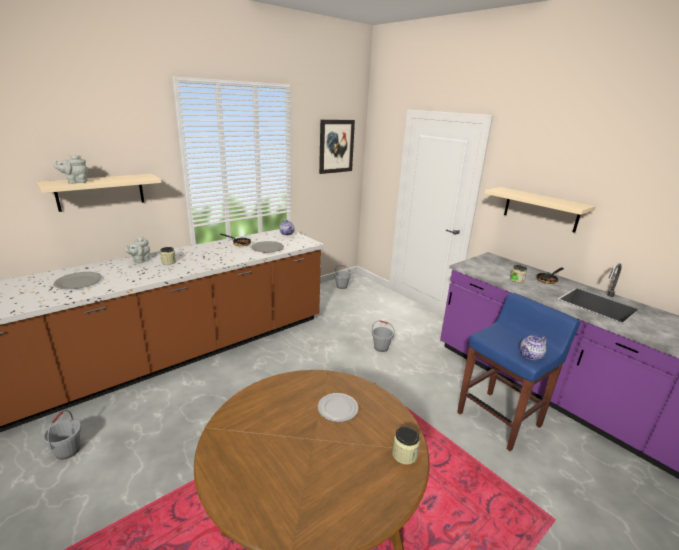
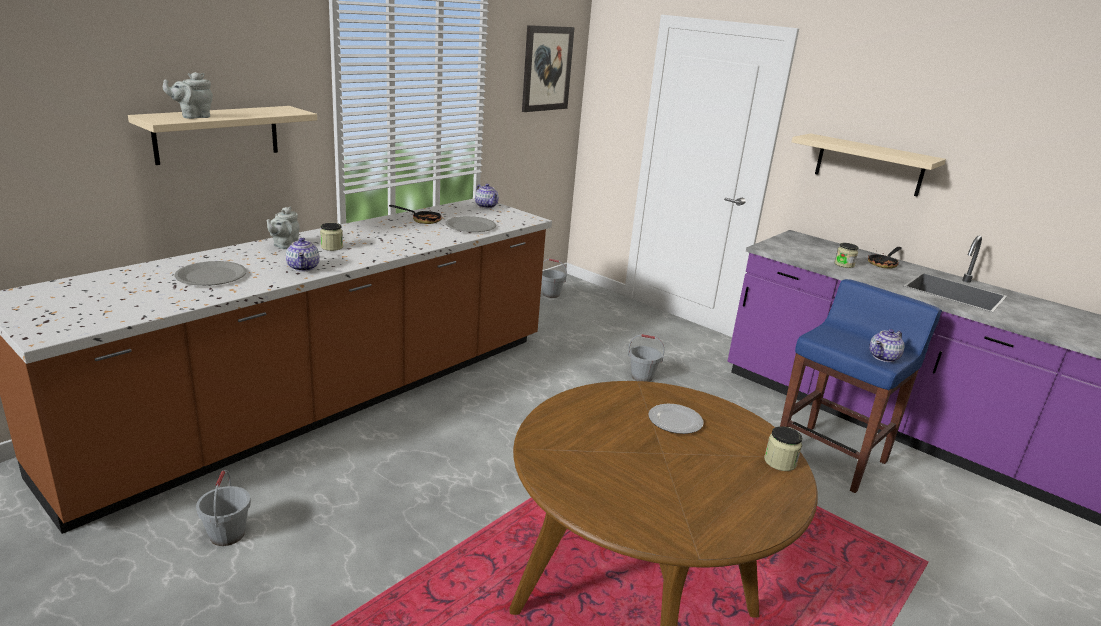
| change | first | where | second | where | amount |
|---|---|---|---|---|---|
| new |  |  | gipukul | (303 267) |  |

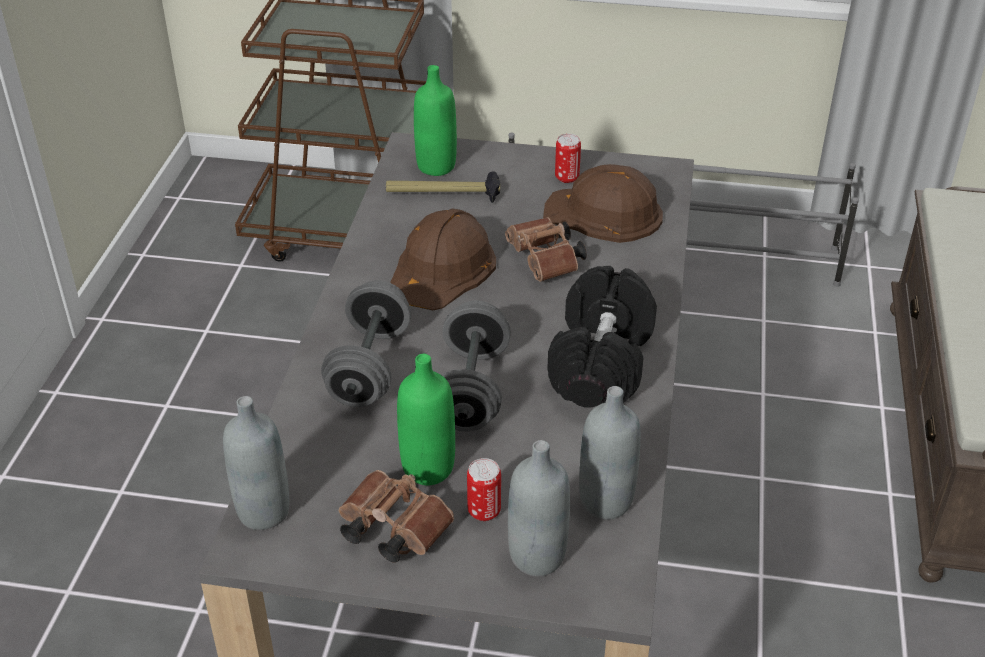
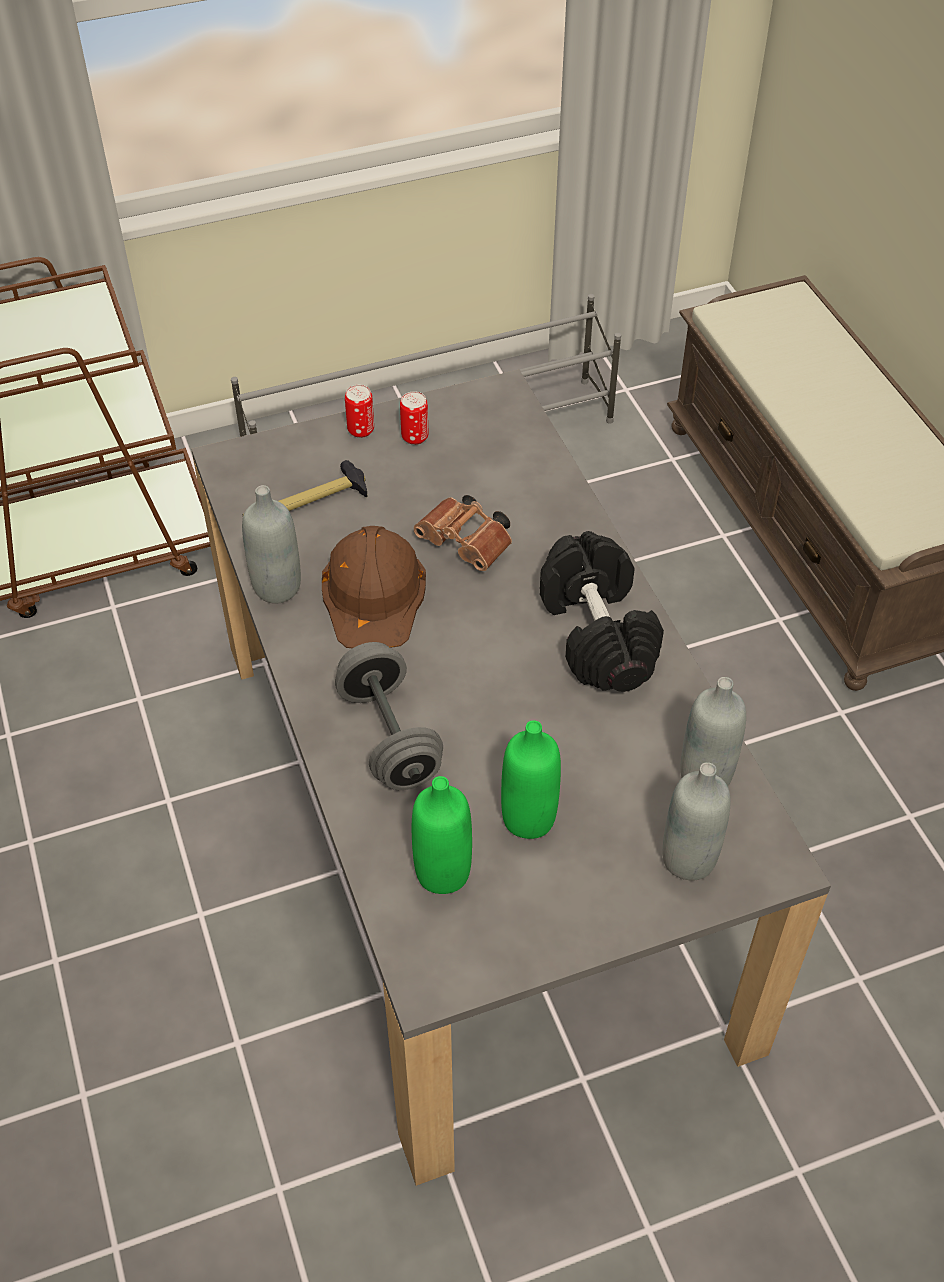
| change | first | where | second | where | amount |
|---|---|---|---|---|---|
| gone | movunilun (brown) | (390 529) |  |  |  |
| gone | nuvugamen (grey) | (471 389) |  |  |  |
| gone | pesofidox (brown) | (604 213) |  |  |  |
| shifted | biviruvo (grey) | (263 511) |  | (277 587) |  |
| shifted | biviruvo (green) | (436 166) |  | (443 872) |  |
| shifted | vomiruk | (484 511) |  | (361 430) |  |

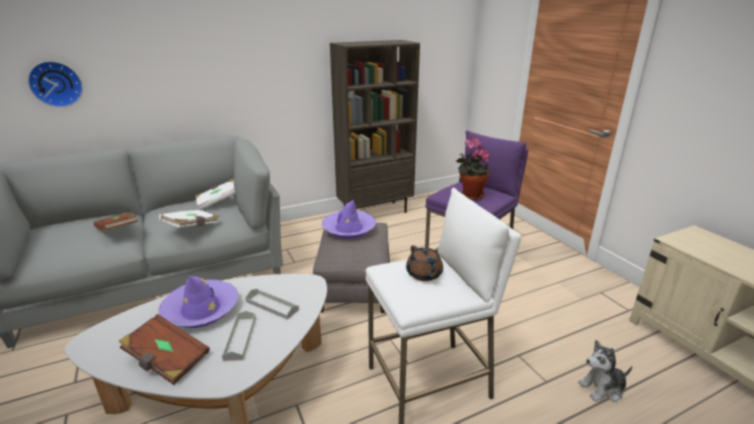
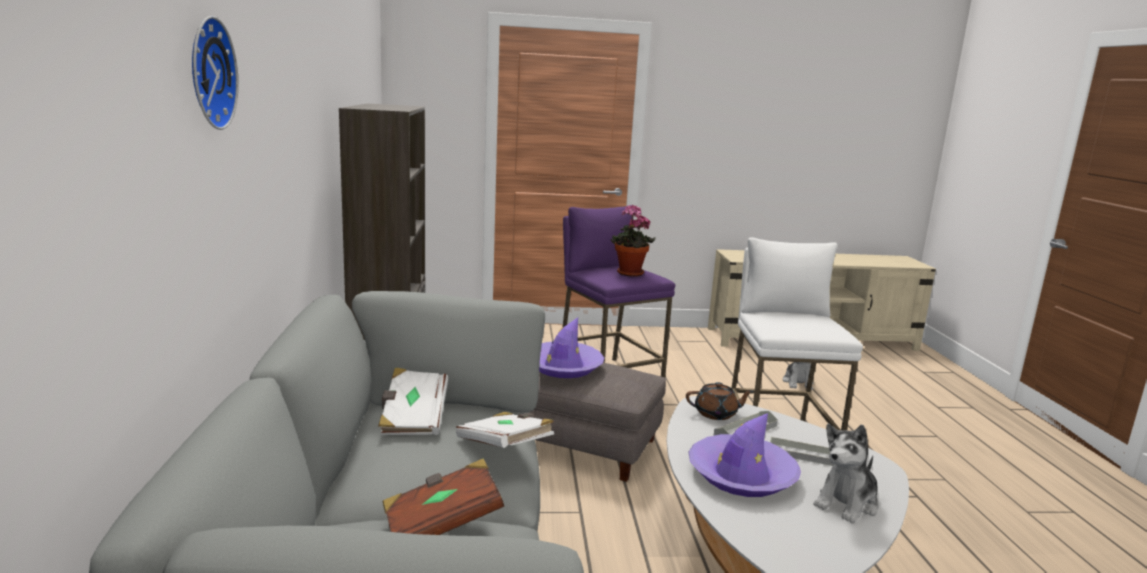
| change | first | where | second | where | amount |
|---|---|---|---|---|---|
| shifted | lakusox | (56 84) |  | (207 73) |  |
| shifted | gipukul (brown) | (424 274) |  | (716 414) |  |
| swapped | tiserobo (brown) | (167 360) | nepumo | (847 503) |  |

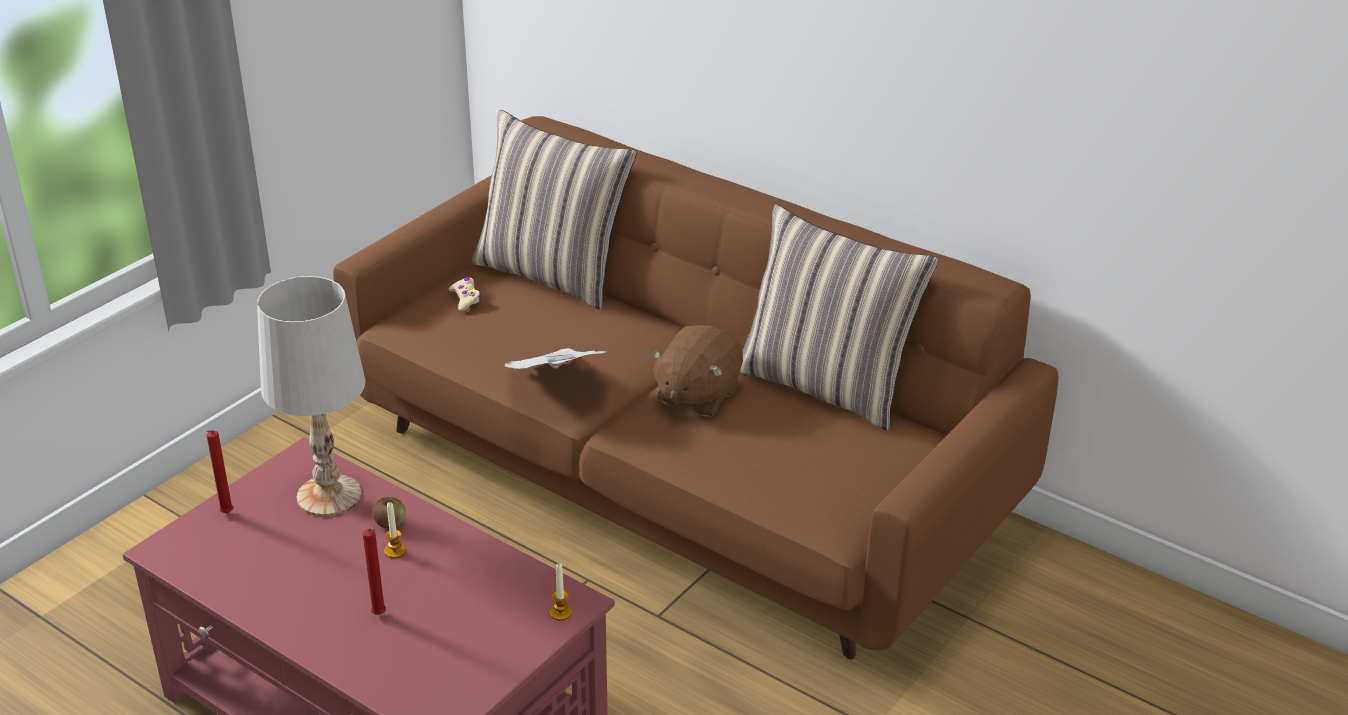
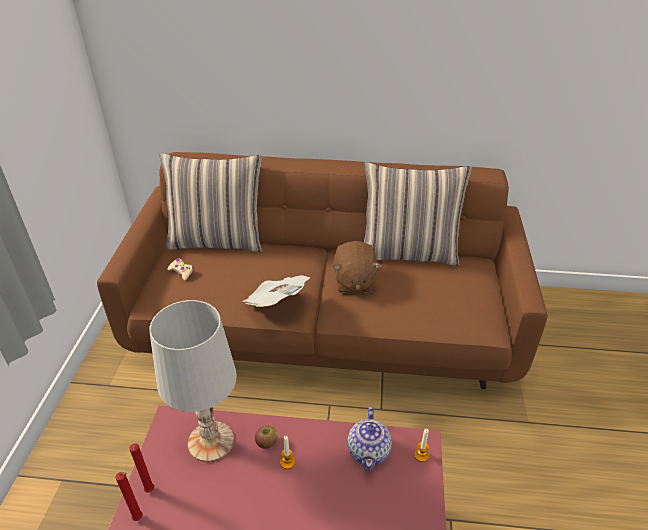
| change | first | where | second | where | amount |
|---|---|---|---|---|---|
| new |  |  | gipukul | (369 451) |  |
| shifted | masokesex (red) | (380 615) |  | (139 518) |  |

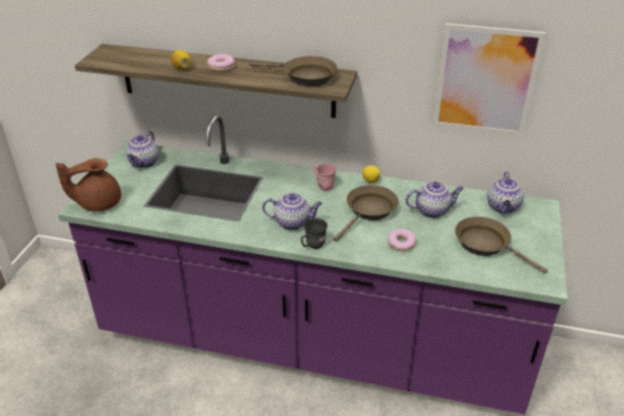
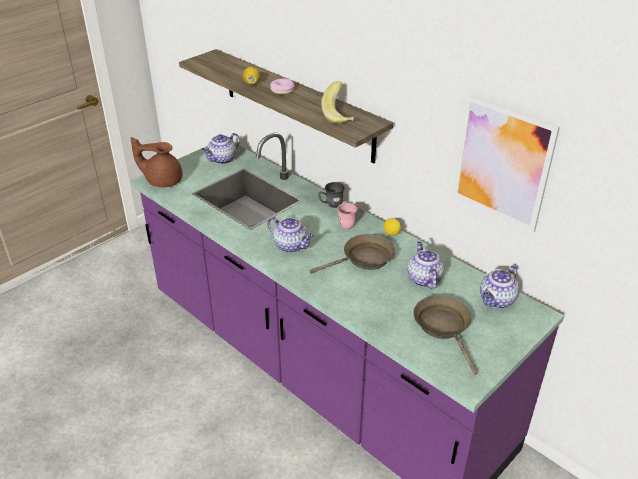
| change | first | where | second | where | amount |
|---|---|---|---|---|---|
| gone | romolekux | (401 244) |  |  |  |
| shifted | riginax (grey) | (312 246) |  | (331 204) |  |
| swapped | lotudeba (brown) | (305 77) | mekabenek | (340 116) |  |
| rotated | gipukul | (432 210) |  | (423 279) | 120 degrees counterclockwise |

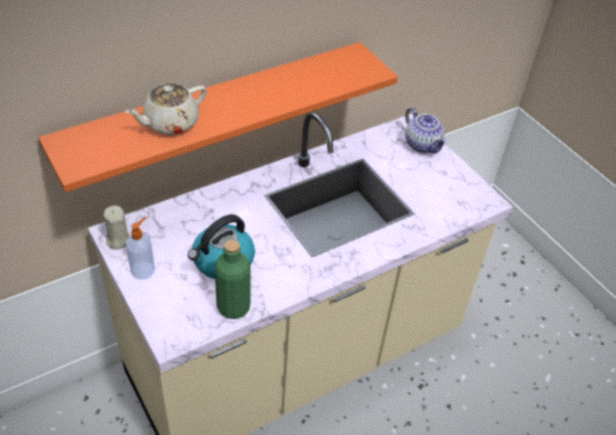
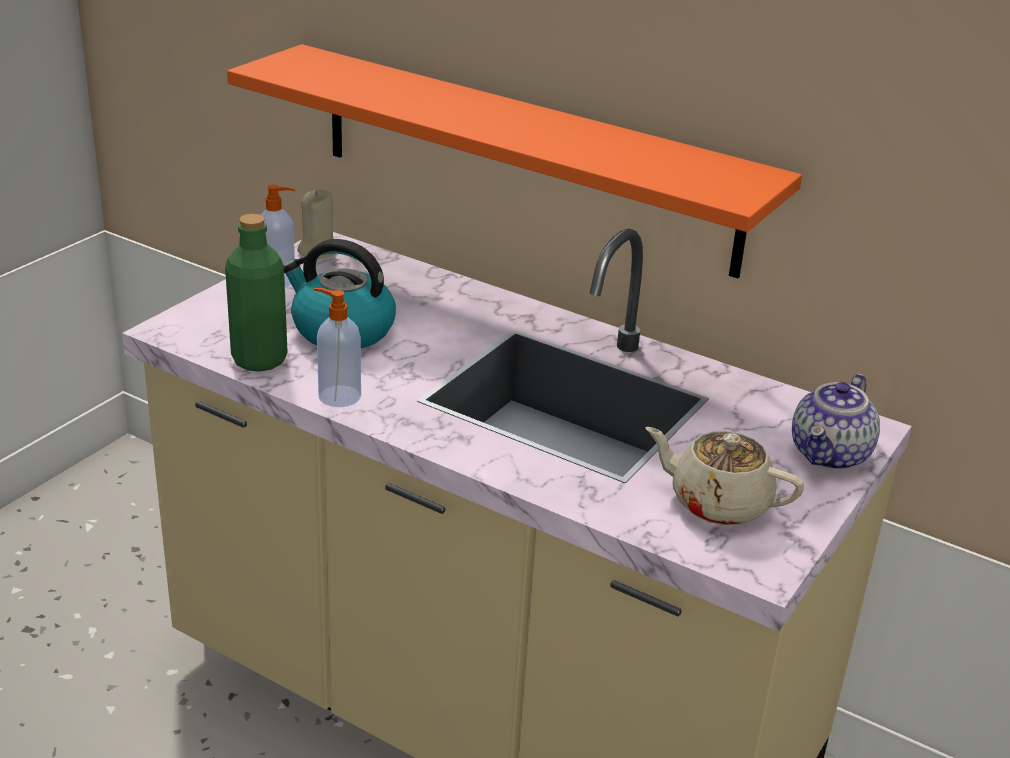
| change | first | where | second | where | amount |
|---|---|---|---|---|---|
| new |  |  | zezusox | (338 396) |  |
| shifted | gipukul (beige) | (170 123) |  | (718 503) |  |

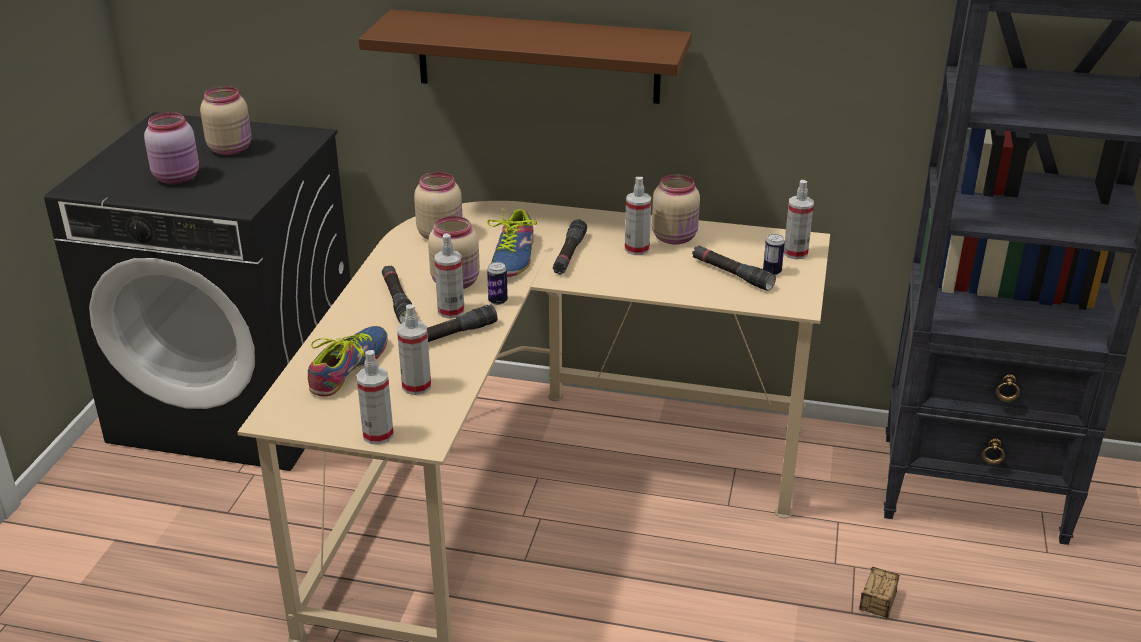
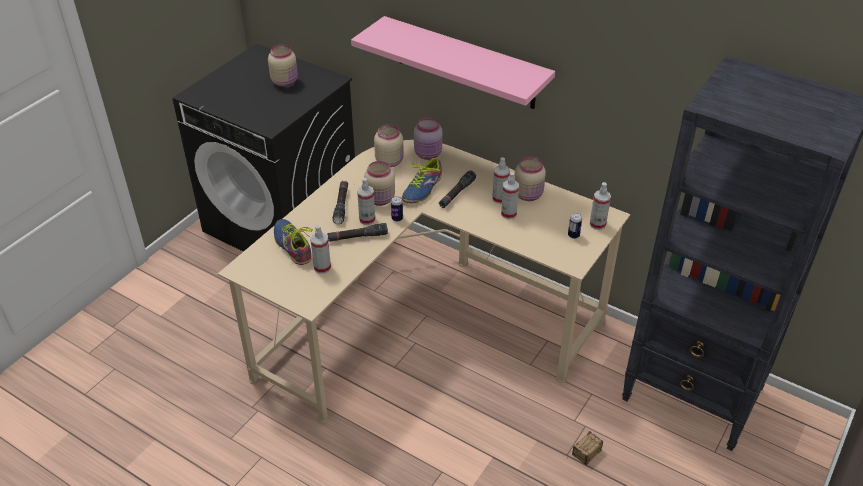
| change | first | where | second | where | amount |
|---|---|---|---|---|---|
| gone | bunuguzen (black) | (731 274) |  |  |  |
| shifted | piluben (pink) | (178 178) |  | (428 154) |  |
| shifted | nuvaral | (378 435) |  | (508 214) |  |
| repainted | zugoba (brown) | (538 56) | zugoba (pink) | (465 63) |  |
| rotated | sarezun | (348 368) |  | (292 246) | 75 degrees counterclockwise |

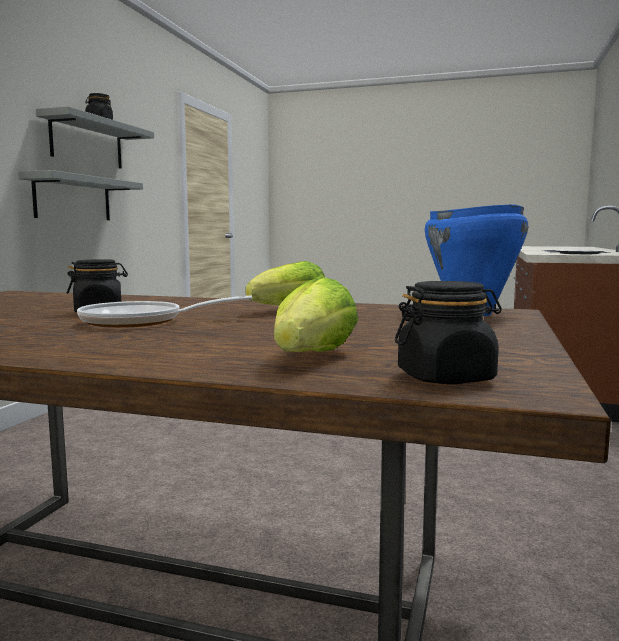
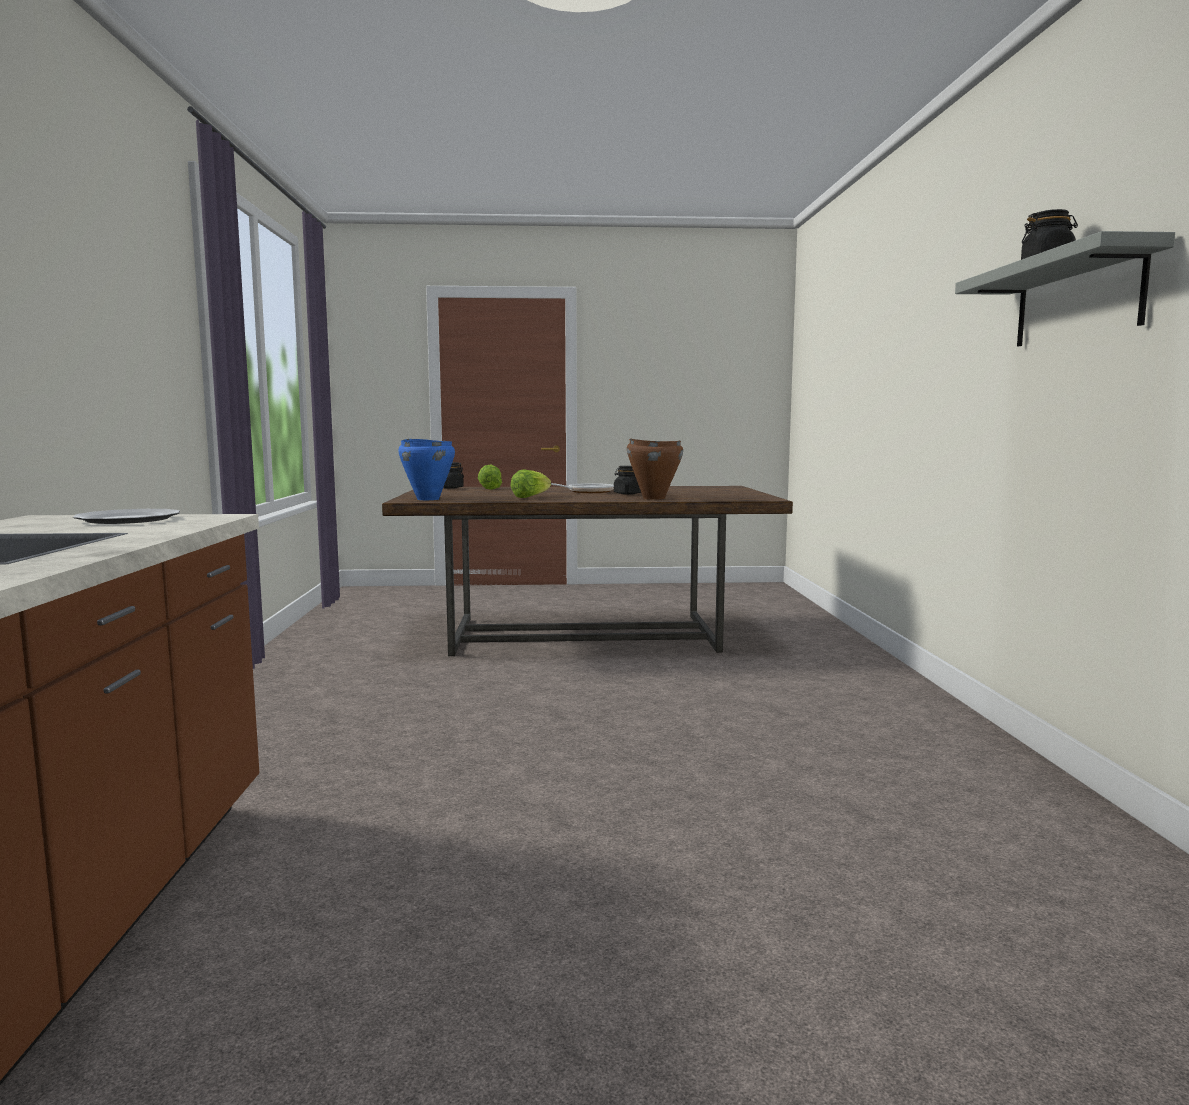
| change | first | where | second | where | amount |
|---|---|---|---|---|---|
| gone | zugoba (grey) | (73 198) |  |  |  |
| new |  |  | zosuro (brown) | (653 498) |  |

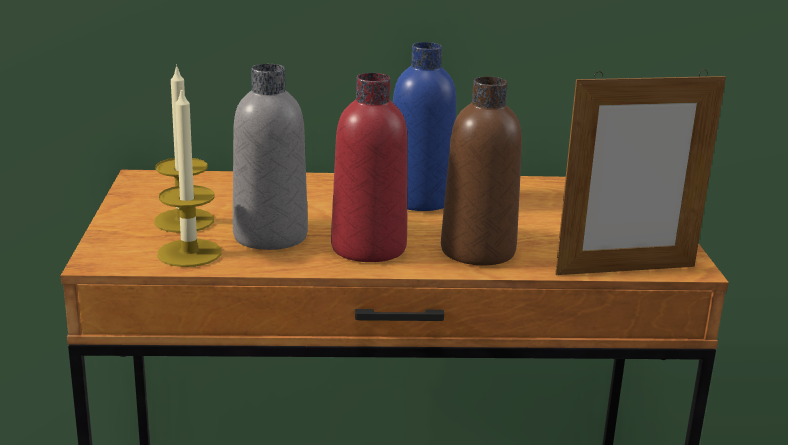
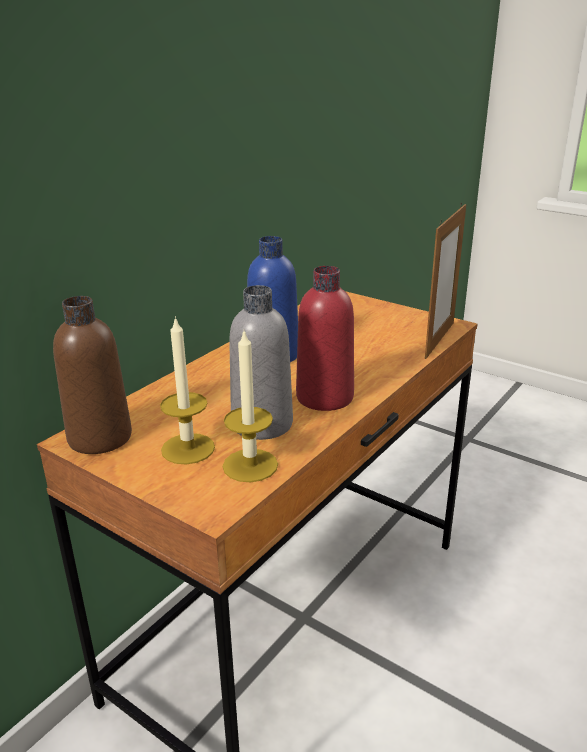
| change | first | where | second | where | amount |
|---|---|---|---|---|---|
| shifted | biviruvo (brown) | (478 251) |  | (100 438) |  |

